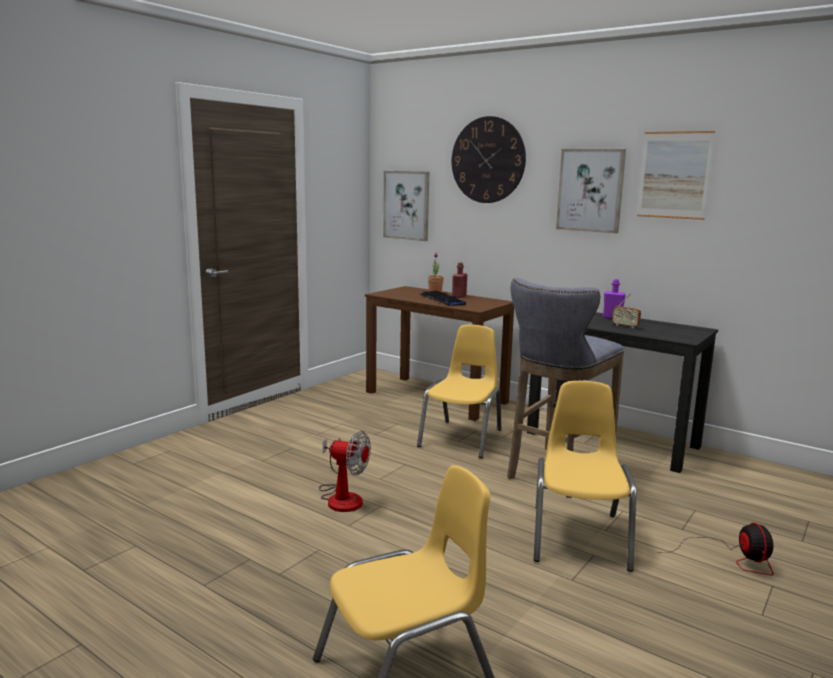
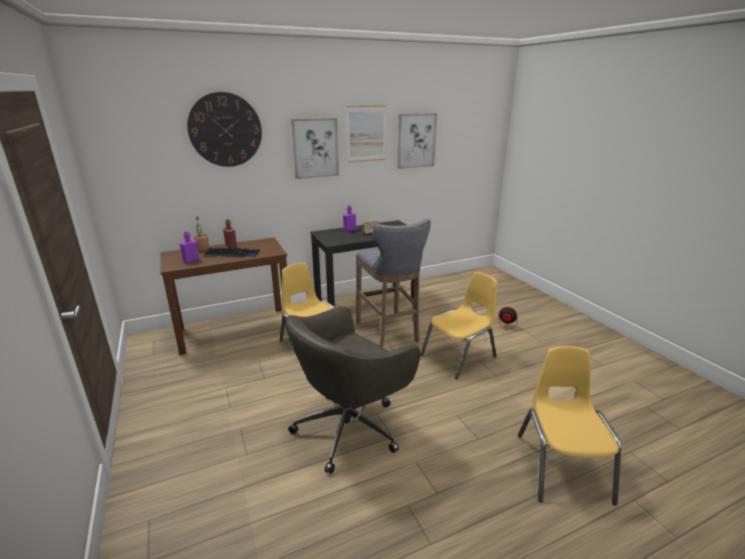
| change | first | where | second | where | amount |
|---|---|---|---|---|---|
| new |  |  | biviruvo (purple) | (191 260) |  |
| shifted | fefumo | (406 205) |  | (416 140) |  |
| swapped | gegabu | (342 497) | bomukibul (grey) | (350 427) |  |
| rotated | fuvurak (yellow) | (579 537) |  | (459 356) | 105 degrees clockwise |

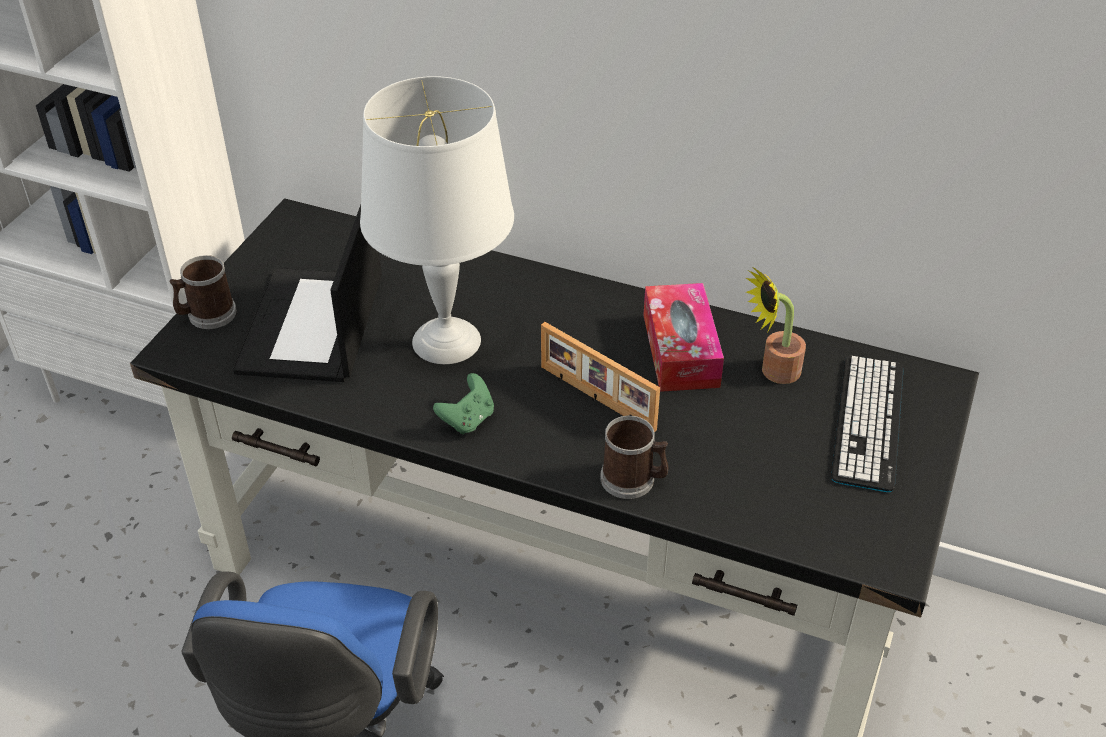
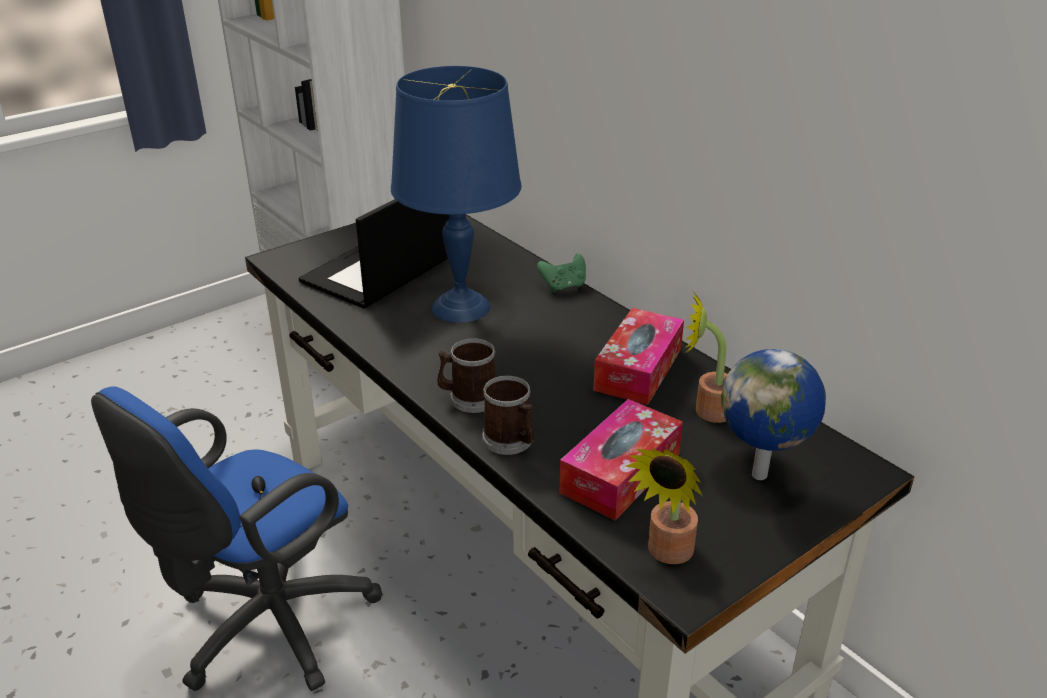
| change | first | where | second | where | amount |
|---|---|---|---|---|---|
| gone | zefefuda | (596 399) |  |  |  |
| new |  |  | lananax | (620 473) |  |
| new |  |  | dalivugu | (666 554) |  |
| shifted | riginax | (207 315) |  | (468 398) |  |
| shifted | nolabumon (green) | (467 420) |  | (563 286) |  |
| swapped | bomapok | (868 422) | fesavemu | (761 475) |  |
| repainted | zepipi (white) | (446 340) | zepipi (blue) | (461 306) |  |

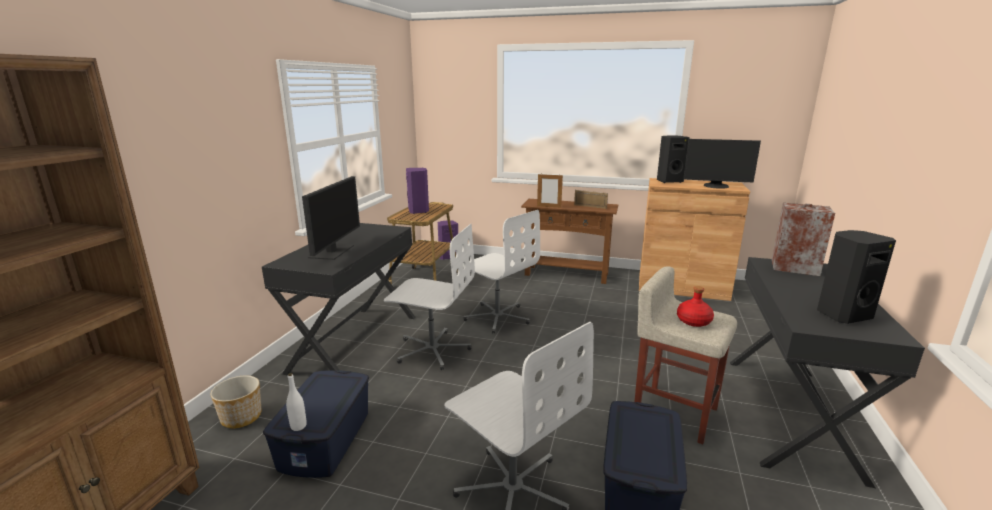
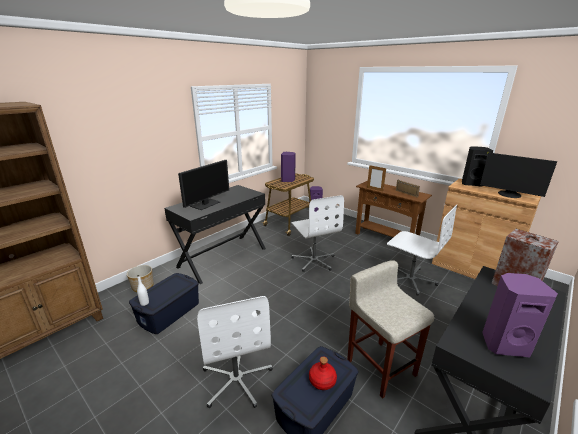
| change | first | where | second | where | amount |
|---|---|---|---|---|---|
| shifted | bomukibul (white) | (432 350) |  | (410 279) |  |
| shifted | biviruvo (red) | (693 321) |  | (322 380) |  |
| repainted | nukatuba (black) | (842 314) | nukatuba (purple) | (504 343) |  |

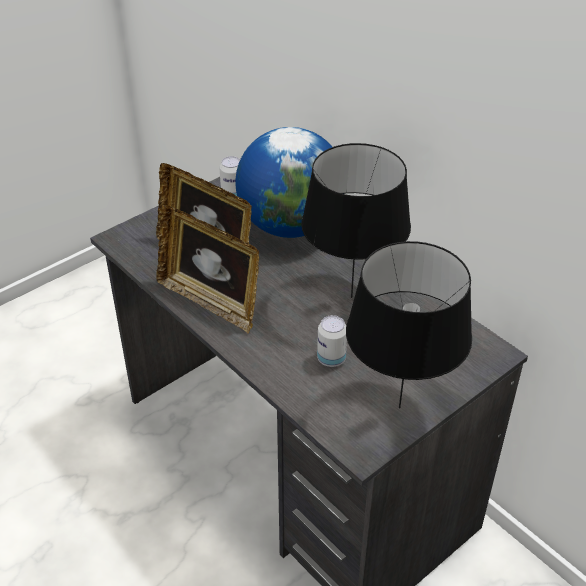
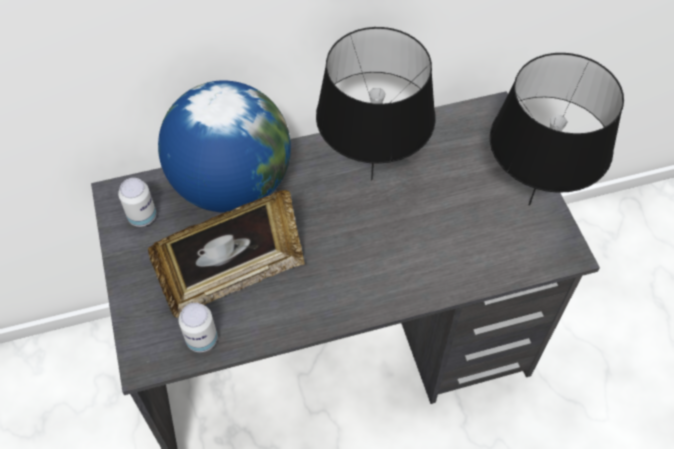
| change | first | where | second | where | amount |
|---|---|---|---|---|---|
| gone | zefefuda | (210 301) |  |  |  |
| shifted | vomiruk | (331 359) |  | (202 339) |  |

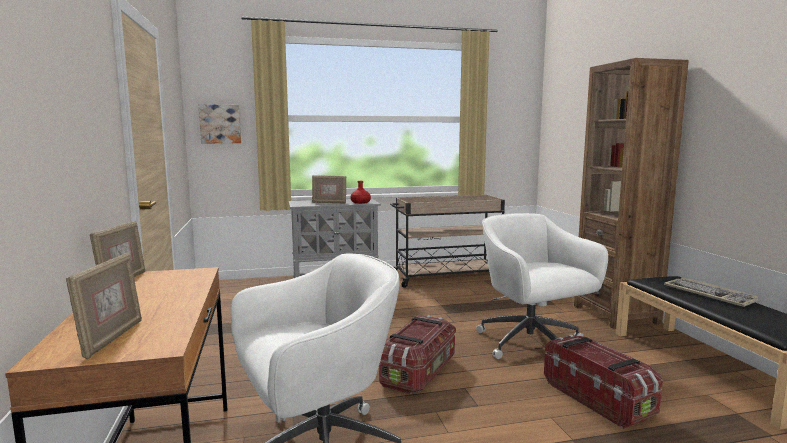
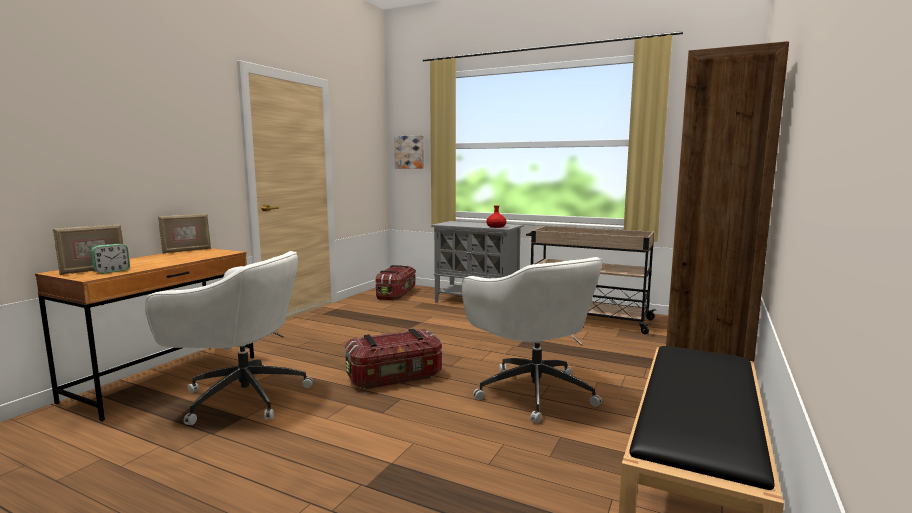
| change | first | where | second | where | amount |
|---|---|---|---|---|---|
| gone | zefefuda | (329 203) |  |  |  |
| gone | bomapok | (710 294) |  |  |  |
| new |  |  | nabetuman | (112 271) |  |
| shifted | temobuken | (598 398) |  | (396 294) |  |
| rotated | bomukibul (white) | (532 344) |  | (532 391) | 135 degrees clockwise |

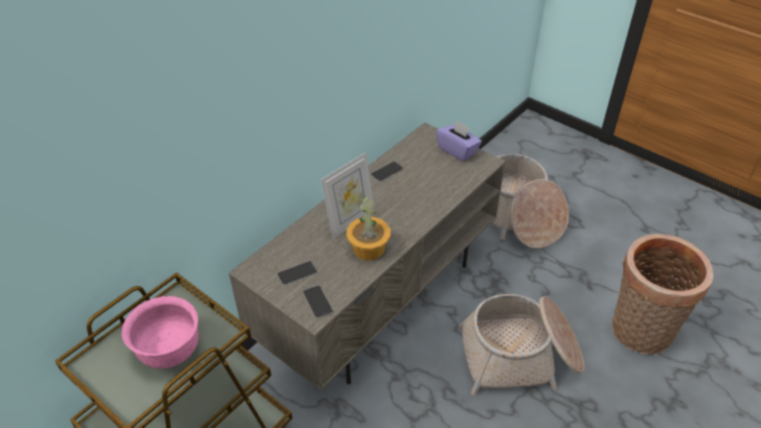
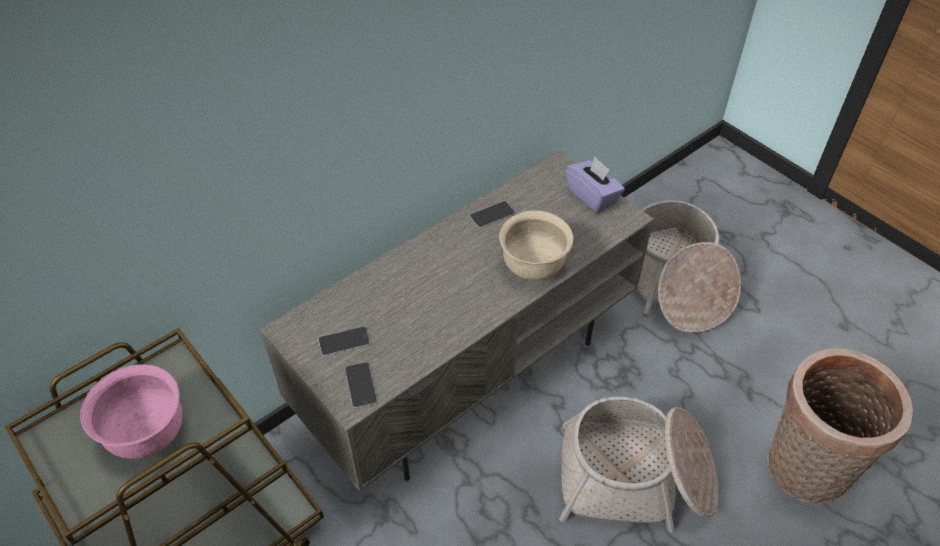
| change | first | where | second | where | amount |
|---|---|---|---|---|---|
| gone | zefefuda | (350 222) |  |  |  |
| gone | dalivugu | (368 249) |  |  |  |
| new |  |  | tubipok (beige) | (533 267) |  |

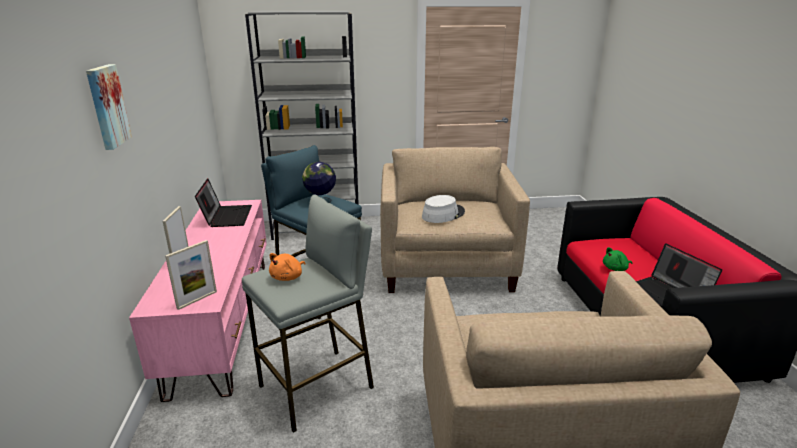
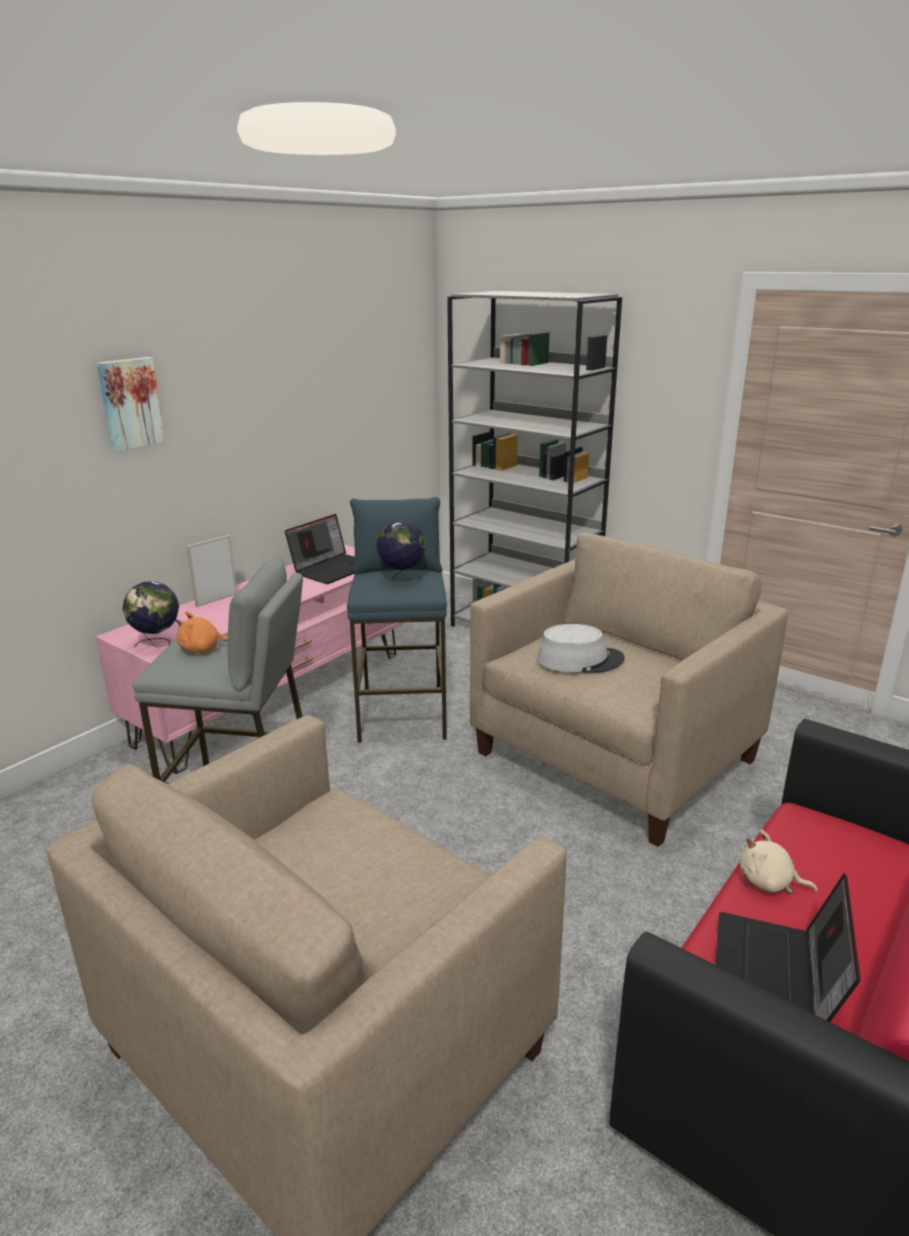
| change | first | where | second | where | amount |
|---|---|---|---|---|---|
| swapped | zefefuda | (197 300) | fesavemu | (157 644) |  |
| repainted | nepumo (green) | (616 268) | nepumo (beige) | (769 882) |  |

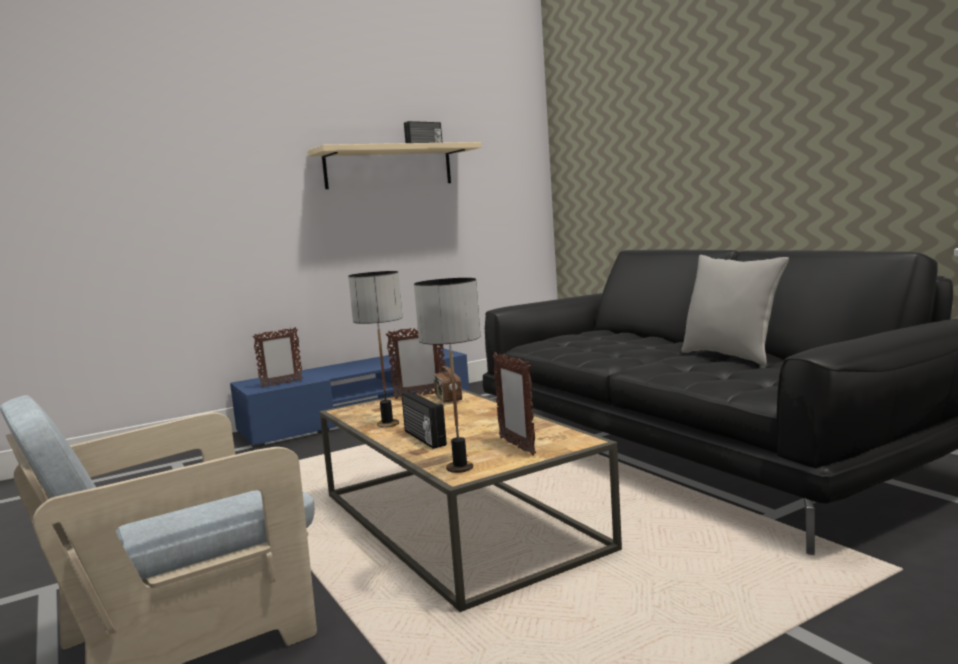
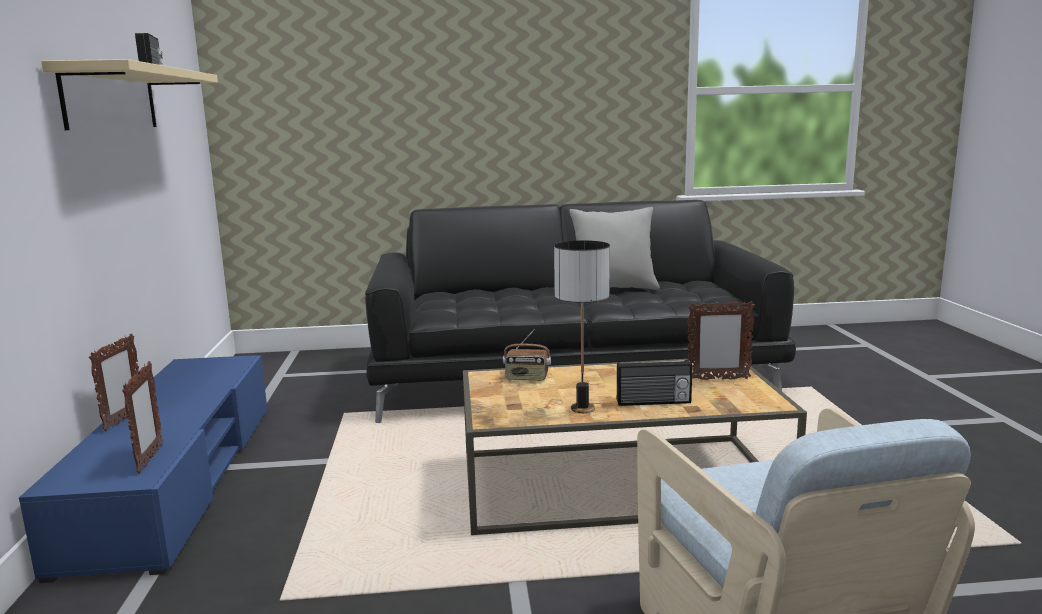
| change | first | where | second | where | amount |
|---|---|---|---|---|---|
| gone | zepipi | (460 468) |  |  |  |
| shifted | zefefuda | (420 395) |  | (124 420) |  |

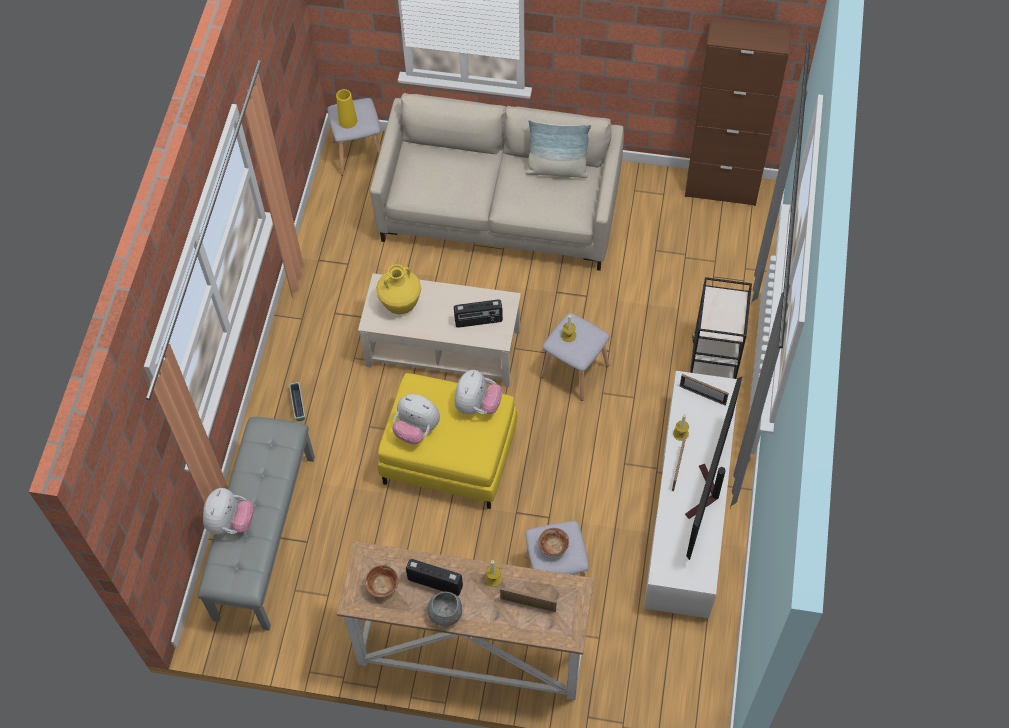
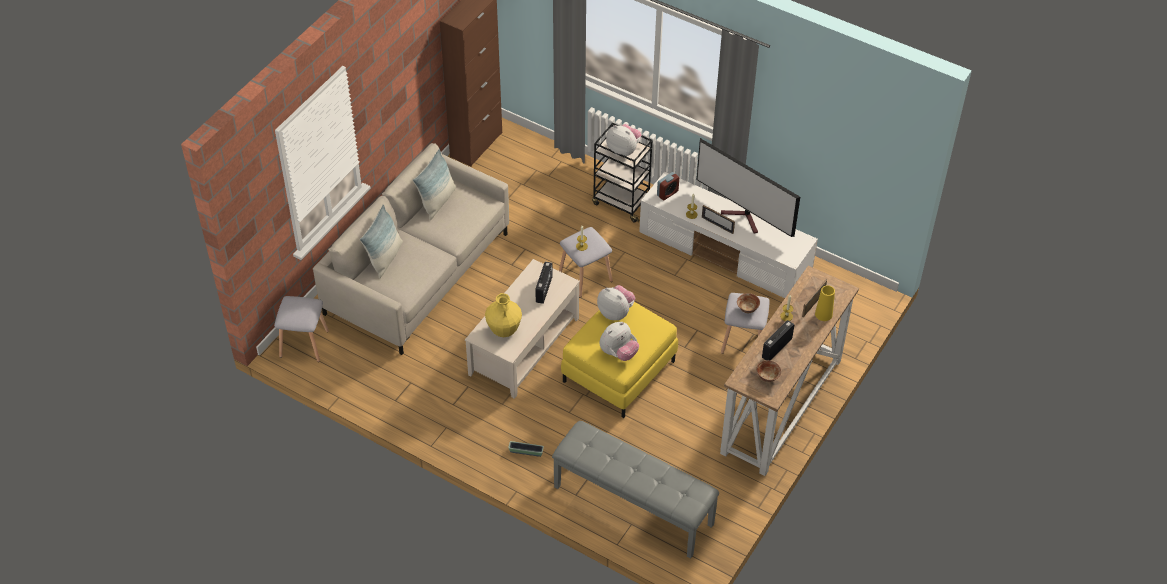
| change | first | where | second | where | amount |
|---|---|---|---|---|---|
| gone | tubipok (grey) | (445 614) |  |  |  |
| new |  |  | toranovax | (385 258) |  |
| shifted | nepumo | (230 522) |  | (623 150) |  |
| shifted | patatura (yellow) | (348 121) |  | (823 314) |  |
| swapped | zefefuda | (702 395) | nabetuman | (667 193) |  |

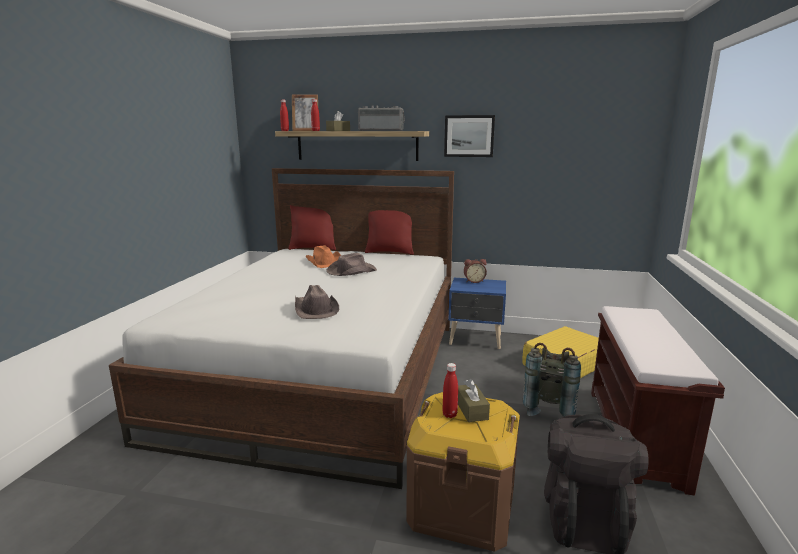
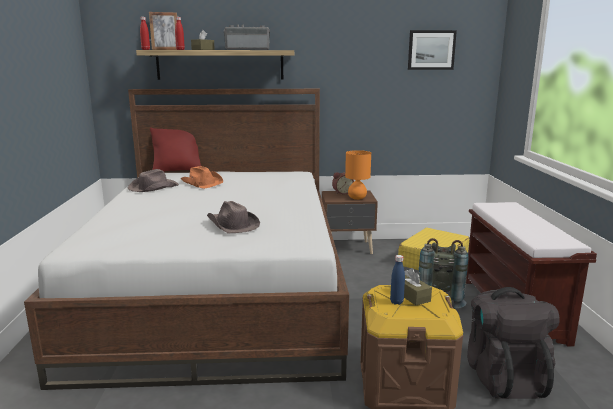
| change | first | where | second | where | amount |
|---|---|---|---|---|---|
| gone | toranovax (red) | (390 252) |  |  |  |
| new |  |  | zepipi (orange) | (356 198) |  |
| shifted | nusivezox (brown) | (351 271) |  | (152 187) |  |
| shifted | fefumo | (469 136) |  | (431 50) |  |
| repainted | biviruvo (red) | (449 415) | biviruvo (blue) | (396 302) |  |
| repainted | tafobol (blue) | (476 340) | tafobol (brown) | (347 248) |  |

